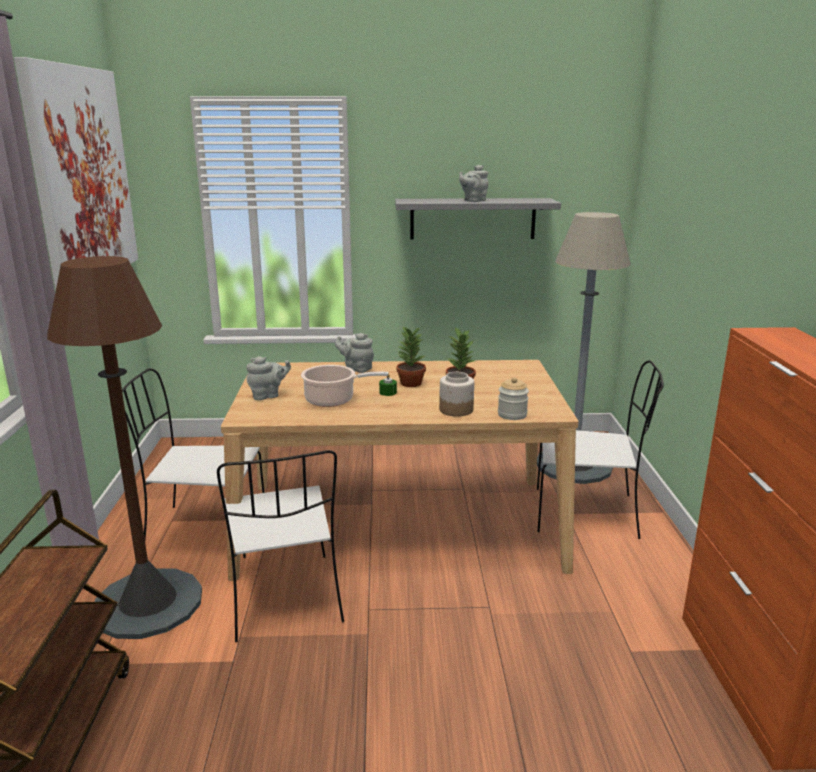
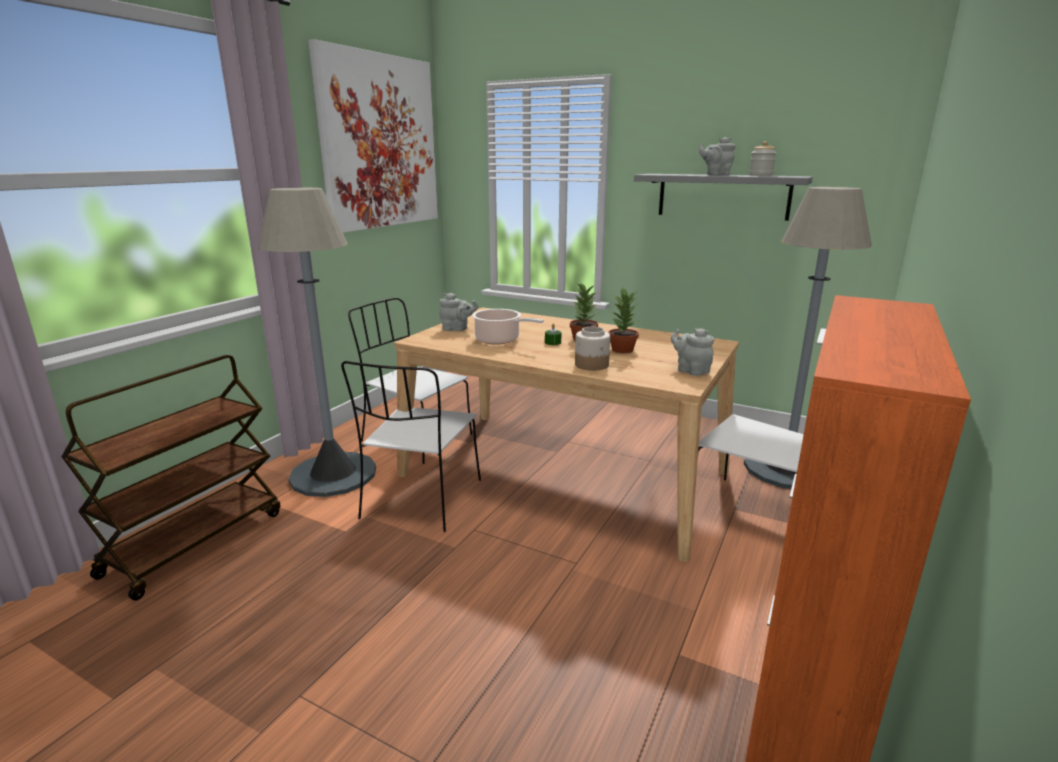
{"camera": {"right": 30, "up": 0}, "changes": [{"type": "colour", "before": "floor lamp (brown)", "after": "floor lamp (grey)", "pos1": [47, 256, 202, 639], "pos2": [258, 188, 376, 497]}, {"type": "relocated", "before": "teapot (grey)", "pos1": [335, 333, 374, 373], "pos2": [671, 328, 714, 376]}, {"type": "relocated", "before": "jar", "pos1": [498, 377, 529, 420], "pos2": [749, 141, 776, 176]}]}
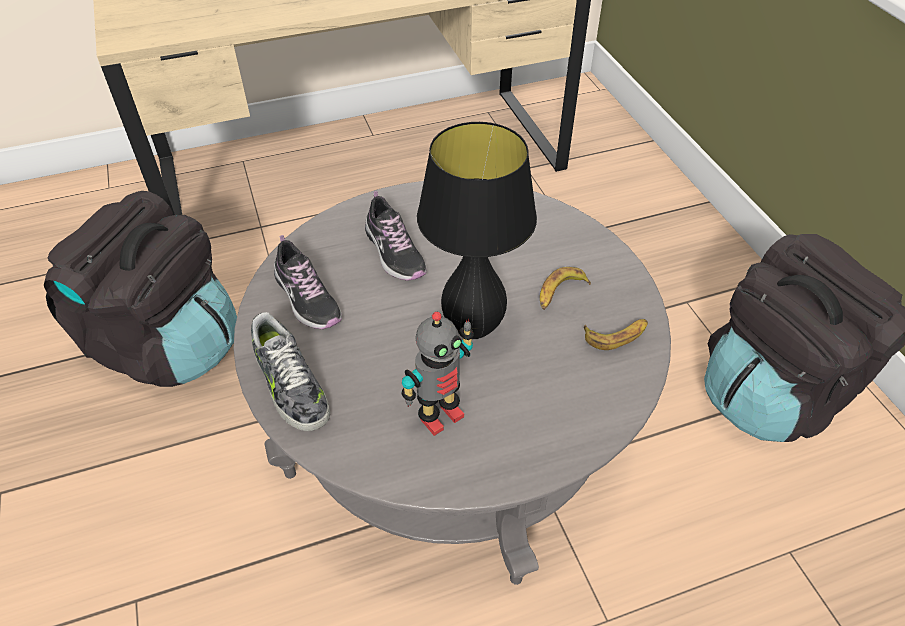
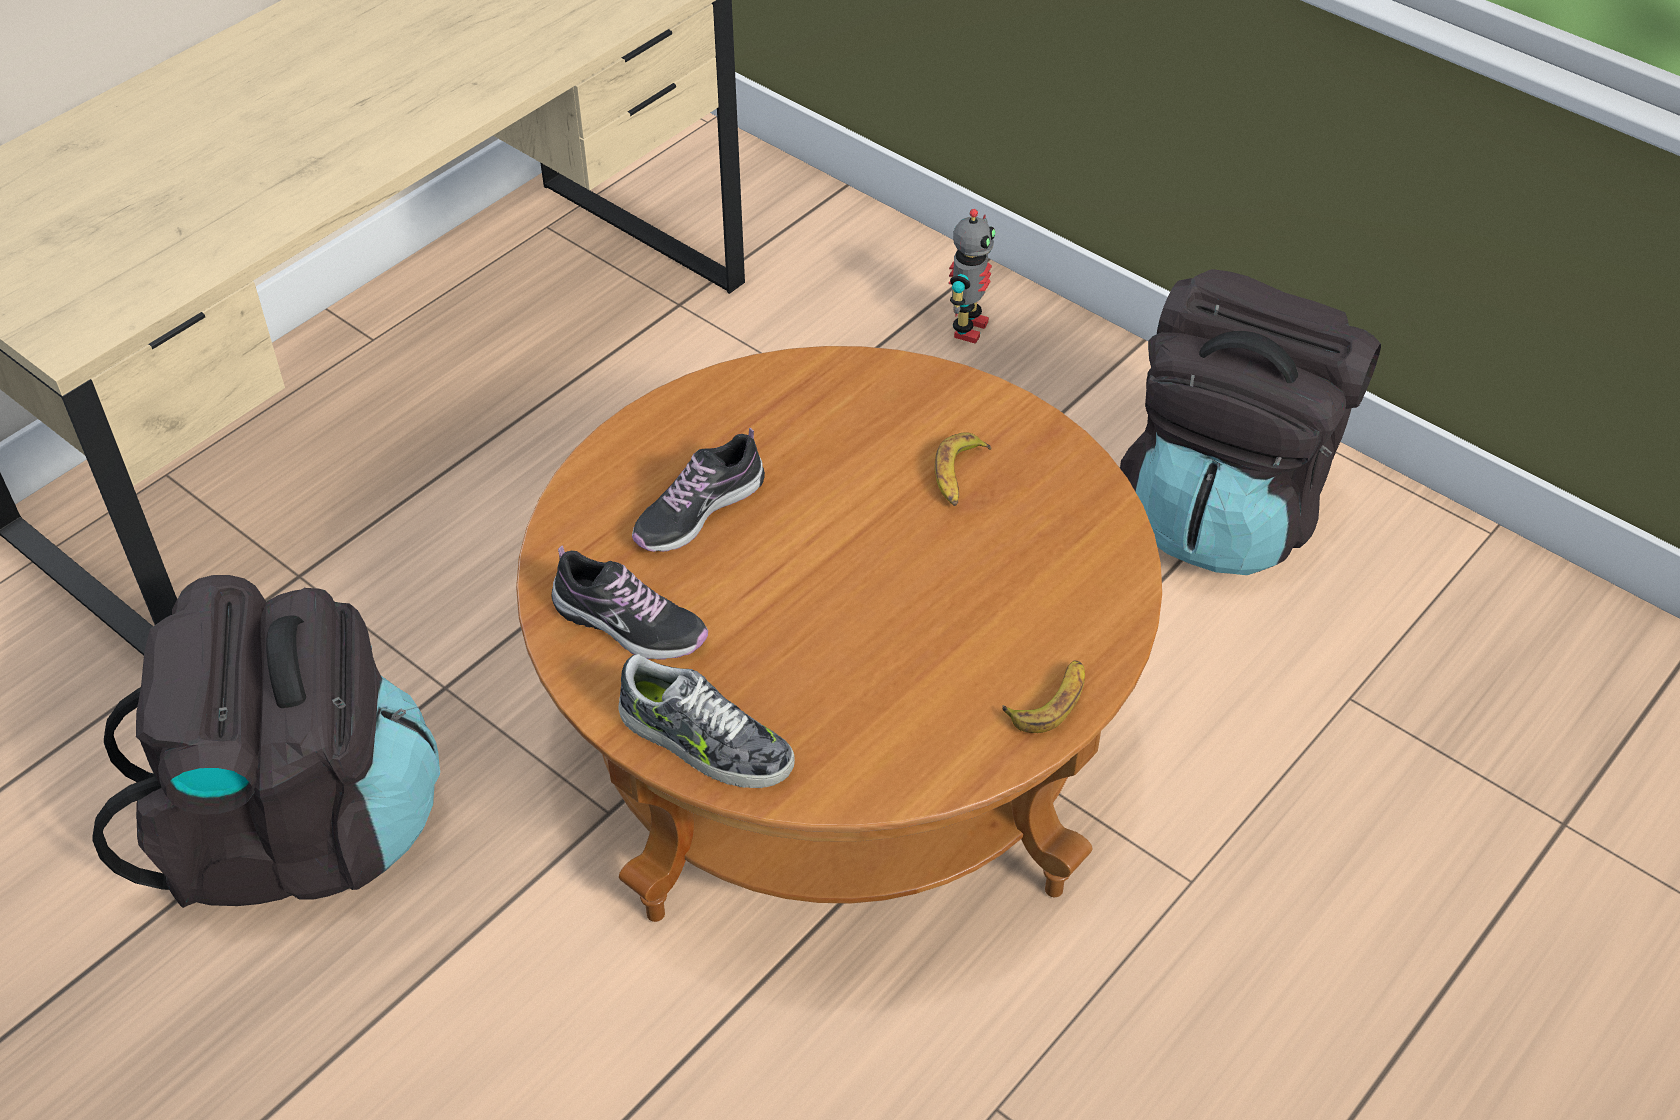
{"camera": {"right": -30, "up": 0}, "changes": [{"type": "missing", "before": "table lamp (black)", "pos1": [417, 122, 537, 339]}, {"type": "colour", "before": "coffee table (grey)", "after": "coffee table (brown)", "pos1": [233, 181, 671, 585], "pos2": [516, 346, 1162, 922]}, {"type": "spun", "before": "shoe", "pos1": [365, 191, 427, 281], "pos2": [632, 428, 765, 552], "turn": 105}, {"type": "relocated", "before": "toy robot", "pos1": [402, 312, 474, 436], "pos2": [949, 209, 996, 344]}, {"type": "relocated", "before": "banana", "pos1": [584, 319, 648, 350], "pos2": [1002, 660, 1085, 733]}]}
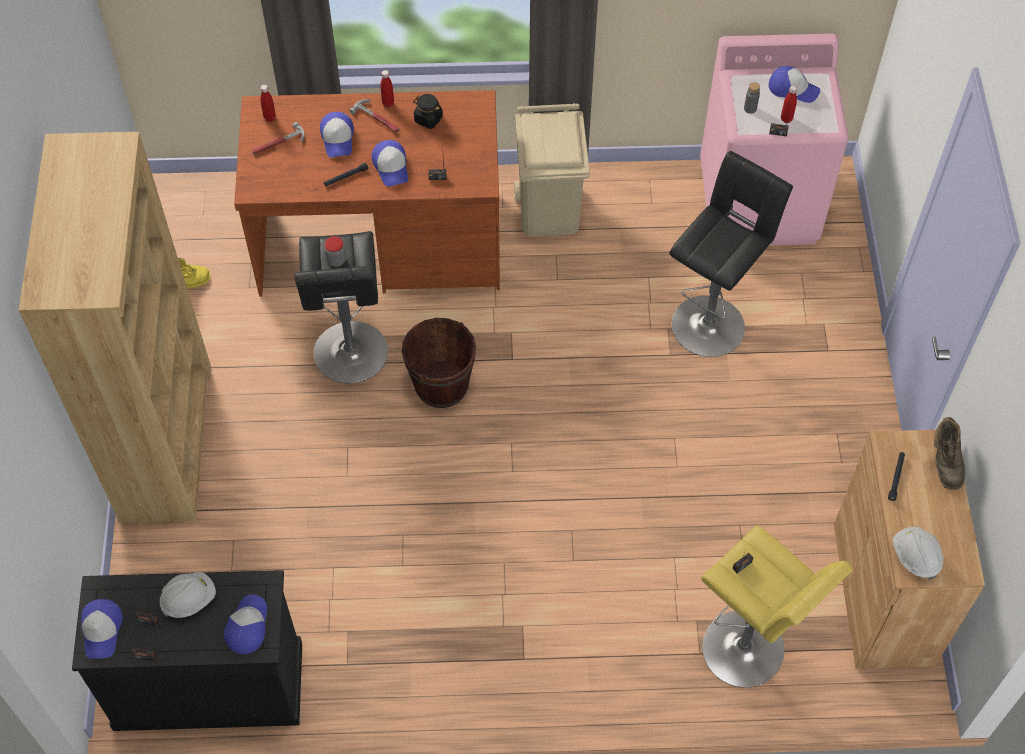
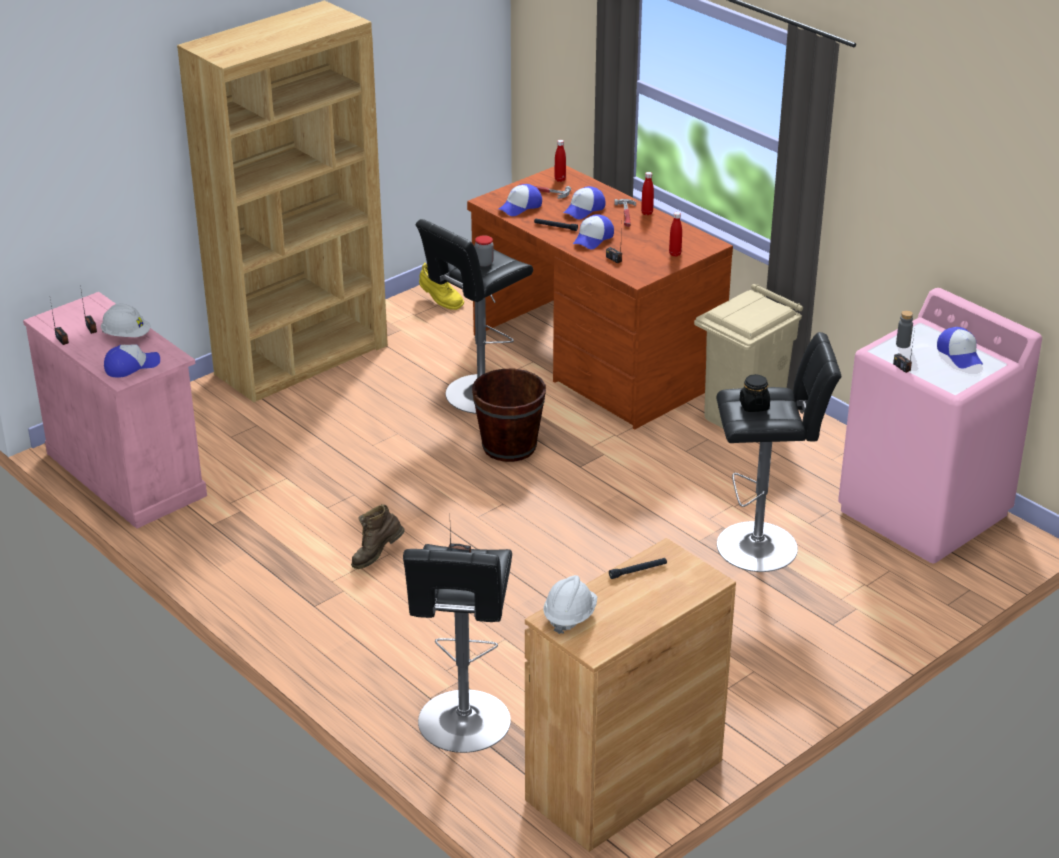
{"camera": {"right": 50, "up": -25}, "changes": [{"type": "relocated", "before": "bottle (red)", "pos1": [781, 85, 797, 123], "pos2": [669, 212, 682, 257]}, {"type": "relocated", "before": "jar (black)", "pos1": [413, 94, 443, 129], "pos2": [740, 374, 770, 412]}, {"type": "relocated", "before": "boot (brown)", "pos1": [934, 417, 965, 490], "pos2": [351, 504, 405, 569]}, {"type": "colour", "before": "stool (yellow)", "after": "stool (black)", "pos1": [701, 526, 853, 688], "pos2": [403, 544, 512, 753]}, {"type": "colour", "before": "cabinet (black)", "after": "cabinet (pink)", "pos1": [72, 570, 302, 731], "pos2": [23, 292, 207, 529]}, {"type": "relocated", "before": "cap", "pos1": [81, 599, 123, 659], "pos2": [499, 184, 542, 216]}]}
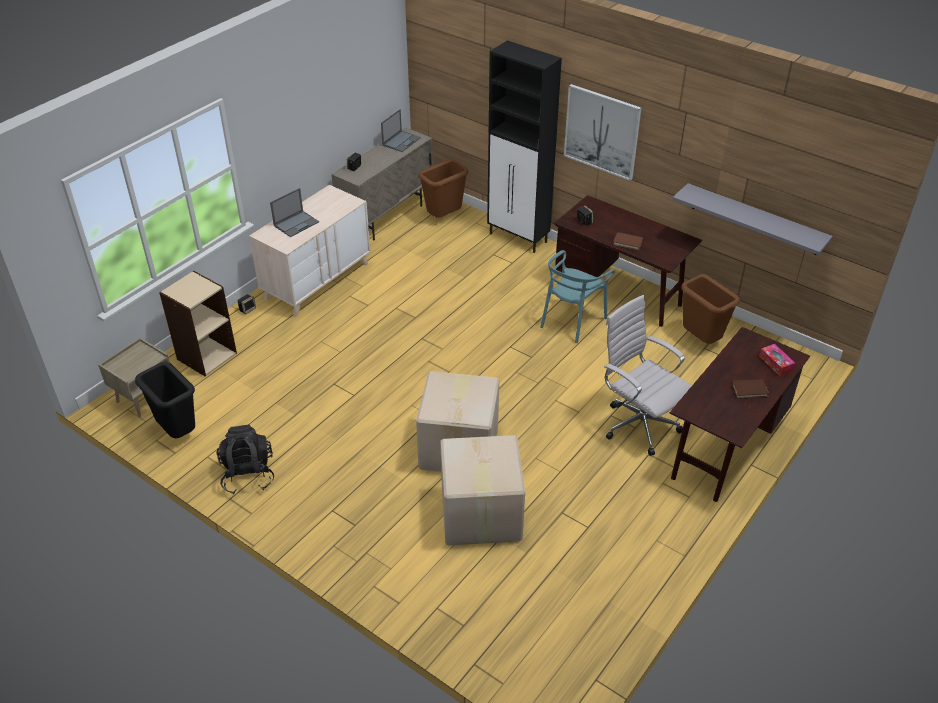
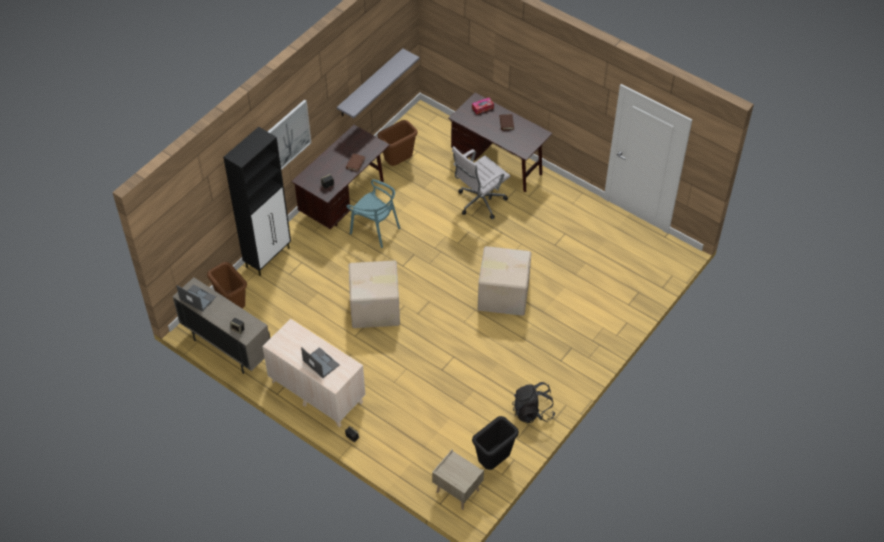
{"camera": {"right": -90, "up": 10}, "changes": [{"type": "missing", "before": "bookcase (beige)", "pos1": [159, 271, 237, 376]}, {"type": "relocated", "before": "cardboard box", "pos1": [441, 435, 525, 545], "pos2": [349, 260, 400, 328]}]}
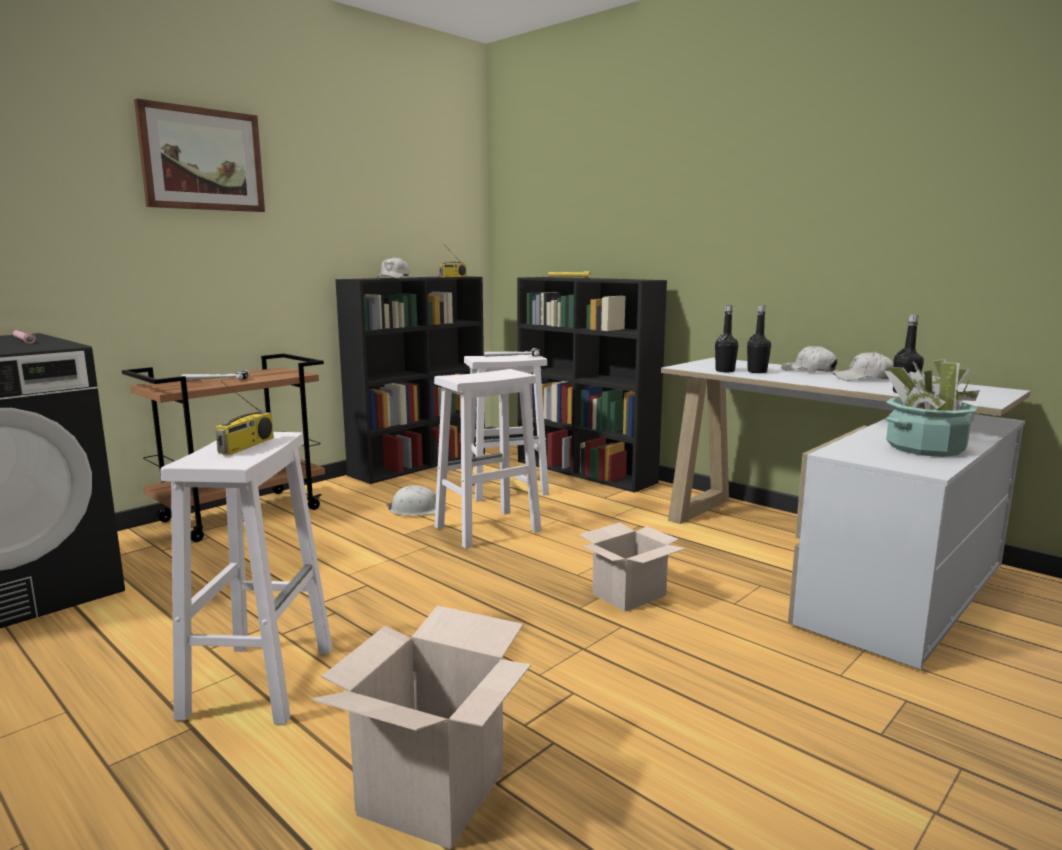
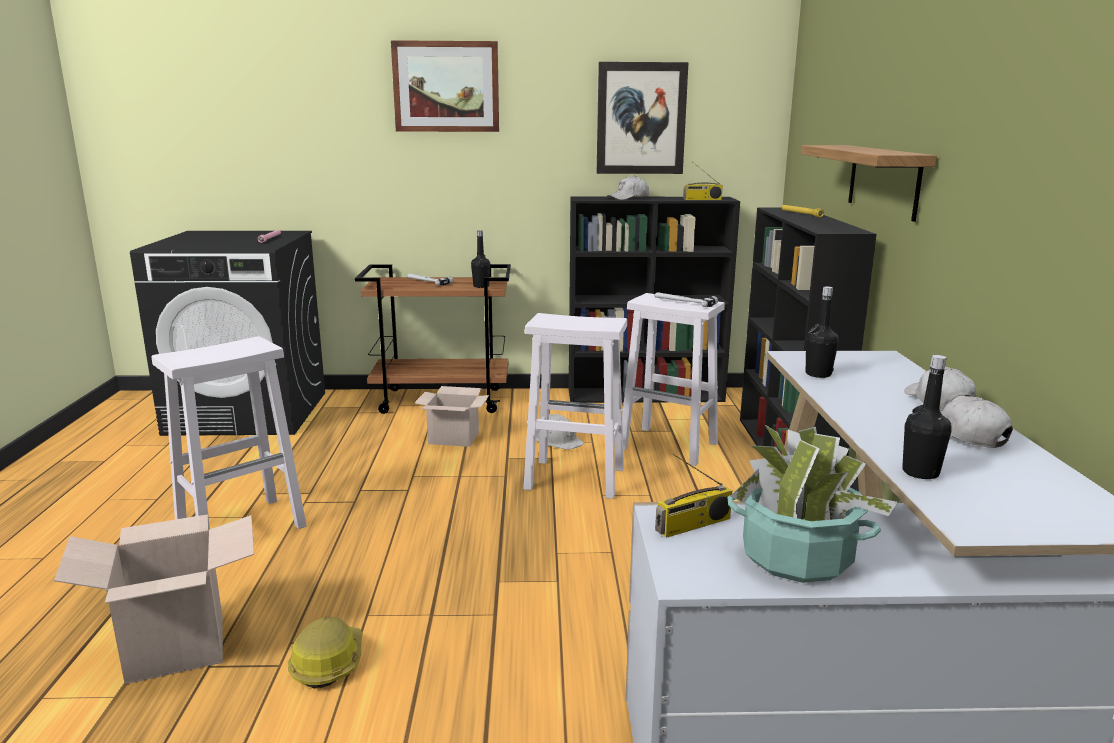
{"camera": {"right": 45, "up": 5}, "changes": [{"type": "relocated", "before": "bottle (black)", "pos1": [747, 305, 771, 373], "pos2": [471, 230, 490, 288]}, {"type": "relocated", "before": "radio", "pos1": [216, 381, 274, 455], "pos2": [655, 454, 732, 538]}, {"type": "relocated", "before": "cardboard box", "pos1": [579, 522, 686, 612], "pos2": [415, 386, 489, 447]}, {"type": "appeared", "after": "picture", "pos2": [597, 62, 689, 174]}, {"type": "appeared", "after": "shelf", "pos2": [801, 145, 937, 222]}, {"type": "appeared", "after": "hard hat", "pos2": [288, 616, 363, 688]}]}
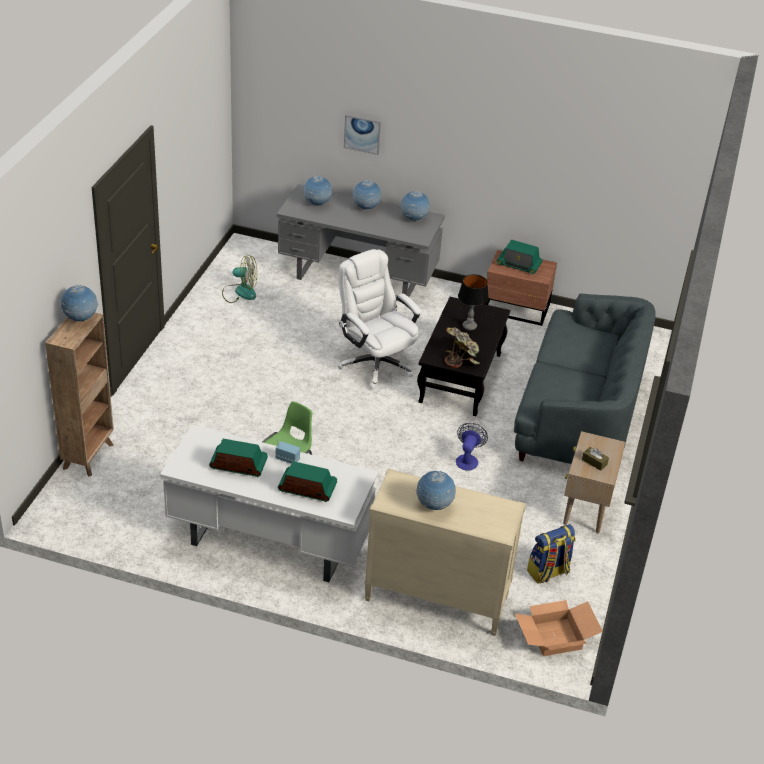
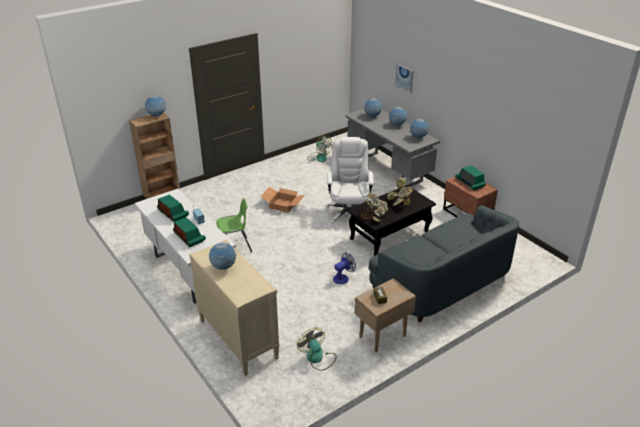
{"camera": {"right": 40, "up": -5}, "changes": [{"type": "exchanged", "before": "table lamp", "after": "potted plant", "pos1": [458, 274, 489, 330], "pos2": [387, 178, 413, 206]}, {"type": "exchanged", "before": "backpack", "after": "fan", "pos1": [527, 525, 575, 584], "pos2": [297, 328, 337, 371]}, {"type": "relocated", "before": "cardboard box", "pos1": [515, 600, 603, 656], "pos2": [260, 187, 305, 213]}]}
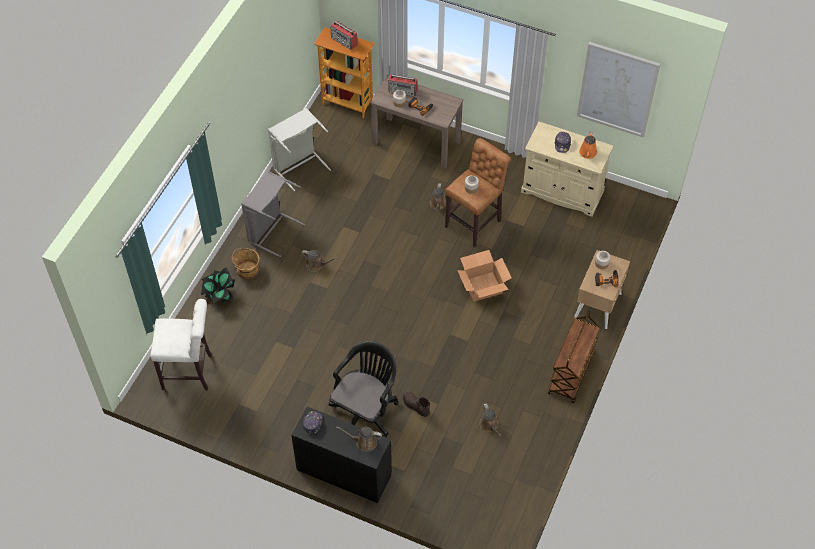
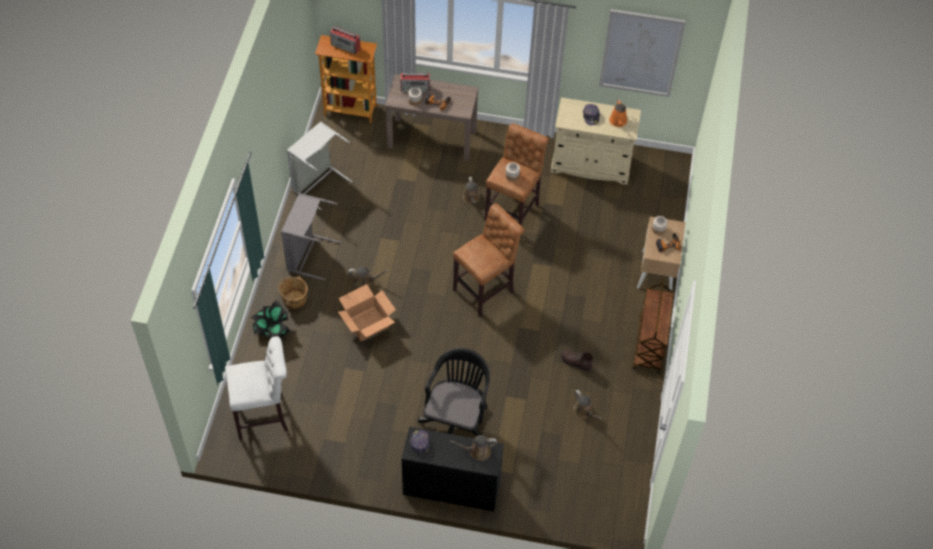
{"camera": {"right": -15, "up": 0}, "changes": [{"type": "relocated", "before": "cardboard box", "pos1": [457, 250, 512, 302], "pos2": [338, 284, 396, 341]}, {"type": "relocated", "before": "boot (brown)", "pos1": [403, 392, 430, 417], "pos2": [561, 350, 593, 372]}, {"type": "appeared", "after": "stool (brown)", "pos2": [453, 203, 525, 317]}]}
